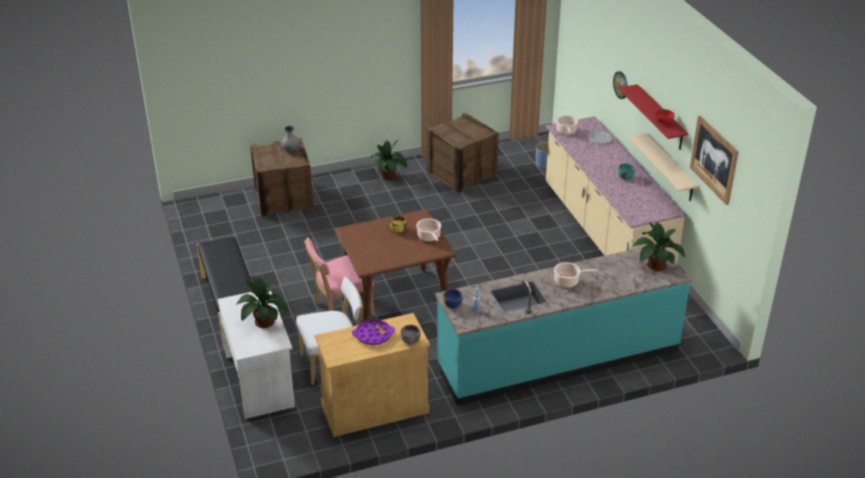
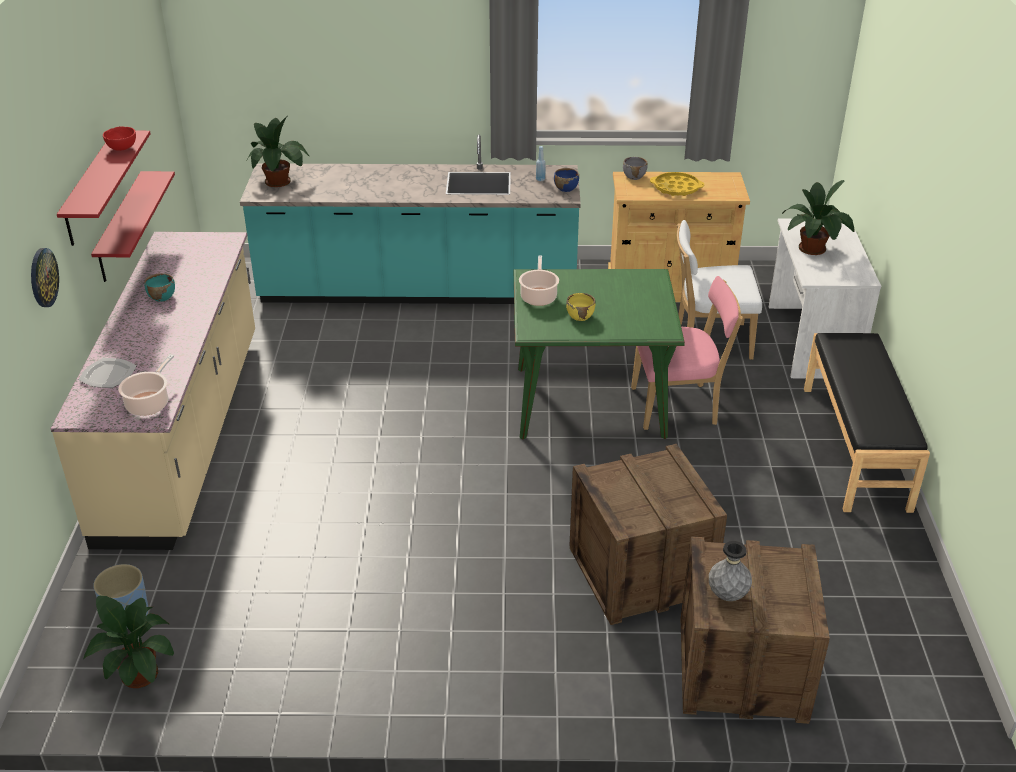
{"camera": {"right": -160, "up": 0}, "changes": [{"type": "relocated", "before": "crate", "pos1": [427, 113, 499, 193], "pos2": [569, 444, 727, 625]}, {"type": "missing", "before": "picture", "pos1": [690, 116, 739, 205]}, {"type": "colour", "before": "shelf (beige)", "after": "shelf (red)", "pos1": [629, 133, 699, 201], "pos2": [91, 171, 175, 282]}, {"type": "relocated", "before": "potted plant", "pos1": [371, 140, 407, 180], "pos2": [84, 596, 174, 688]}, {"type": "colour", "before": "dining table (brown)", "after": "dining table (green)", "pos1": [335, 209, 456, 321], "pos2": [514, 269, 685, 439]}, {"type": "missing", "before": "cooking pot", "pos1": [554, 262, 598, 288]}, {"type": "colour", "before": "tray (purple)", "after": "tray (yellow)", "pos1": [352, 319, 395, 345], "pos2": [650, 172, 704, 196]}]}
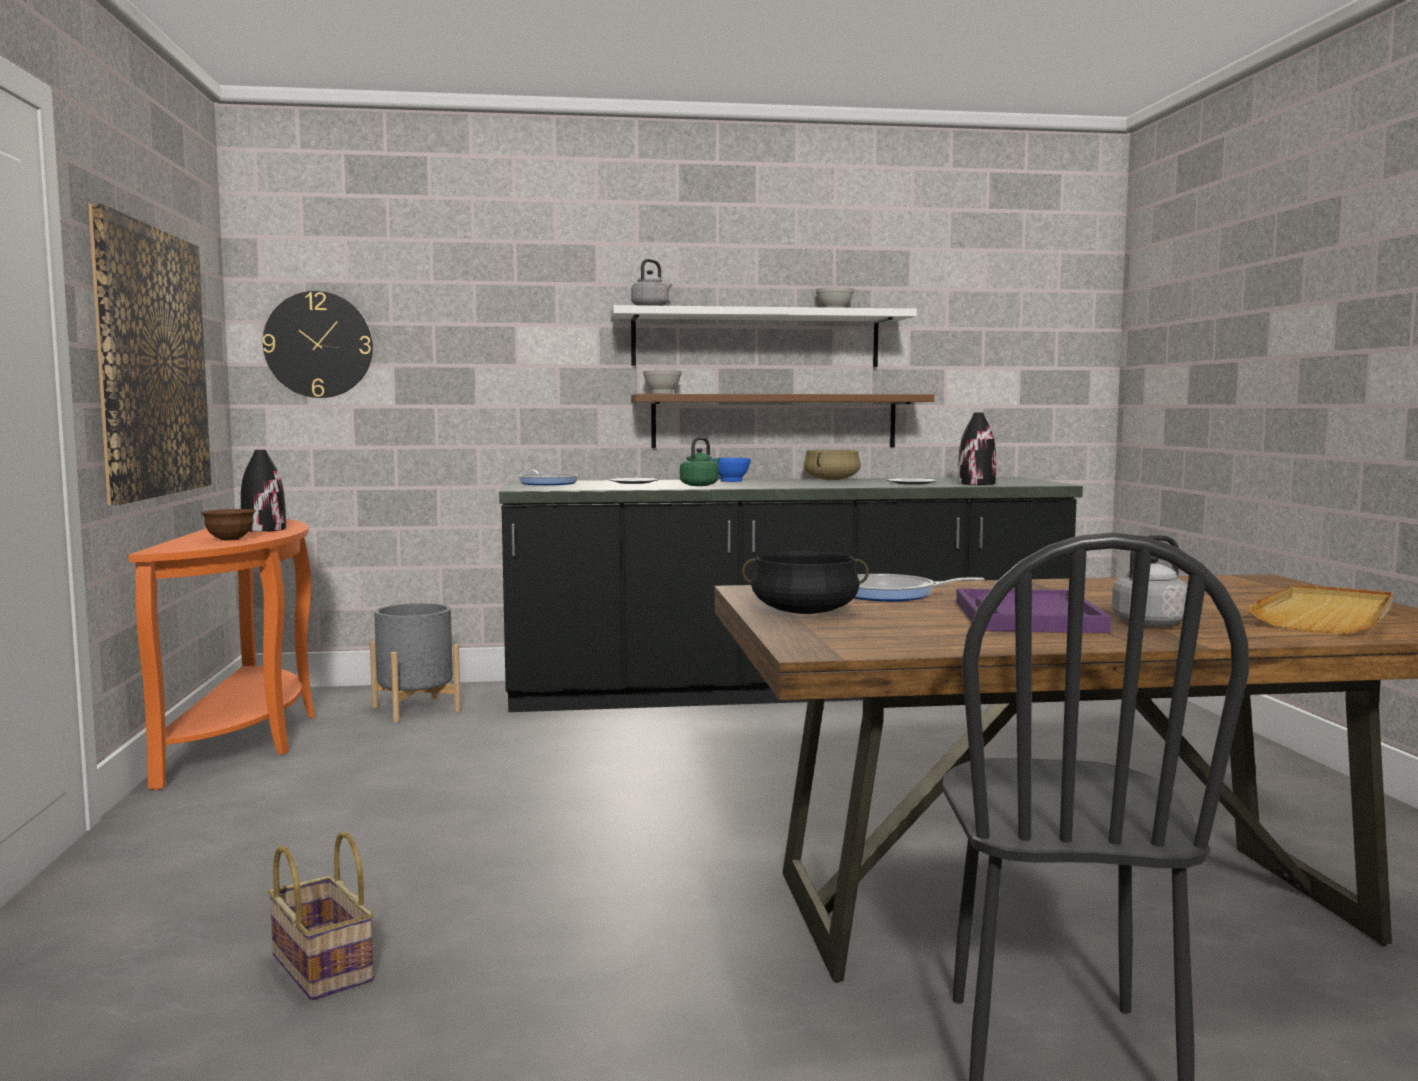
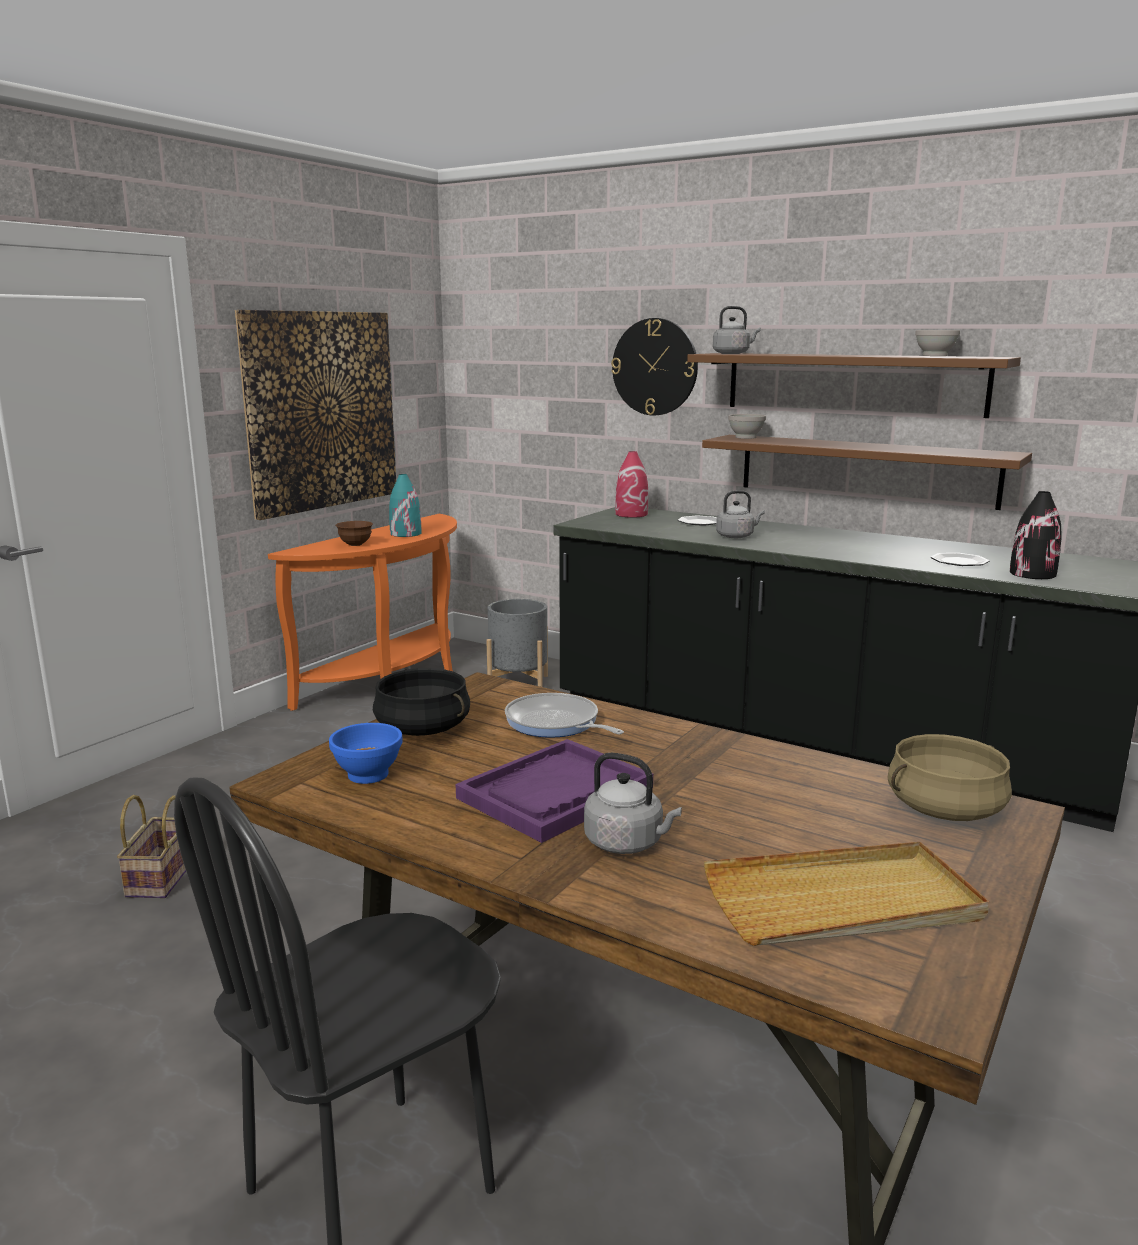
{"camera": {"right": 40, "up": 10}, "changes": [{"type": "relocated", "before": "wall clock", "pos1": [263, 291, 373, 398], "pos2": [611, 318, 698, 416]}, {"type": "colour", "before": "shelf (white)", "after": "shelf (brown)", "pos1": [611, 305, 917, 367], "pos2": [687, 353, 1021, 418]}, {"type": "colour", "before": "kettle (green)", "after": "kettle (grey)", "pos1": [680, 437, 720, 486], "pos2": [716, 491, 765, 538]}, {"type": "colour", "before": "vase (black)", "after": "vase (turquoise)", "pos1": [241, 450, 286, 532], "pos2": [389, 474, 421, 537]}, {"type": "relocated", "before": "cooking pot (beige)", "pos1": [803, 450, 861, 480], "pos2": [888, 734, 1012, 821]}, {"type": "relocated", "before": "bowl (blue)", "pos1": [712, 458, 751, 482], "pos2": [329, 723, 403, 784]}, {"type": "exchanged", "before": "frying pan", "after": "vase (red)", "pos1": [519, 470, 578, 485], "pos2": [615, 451, 648, 518]}]}
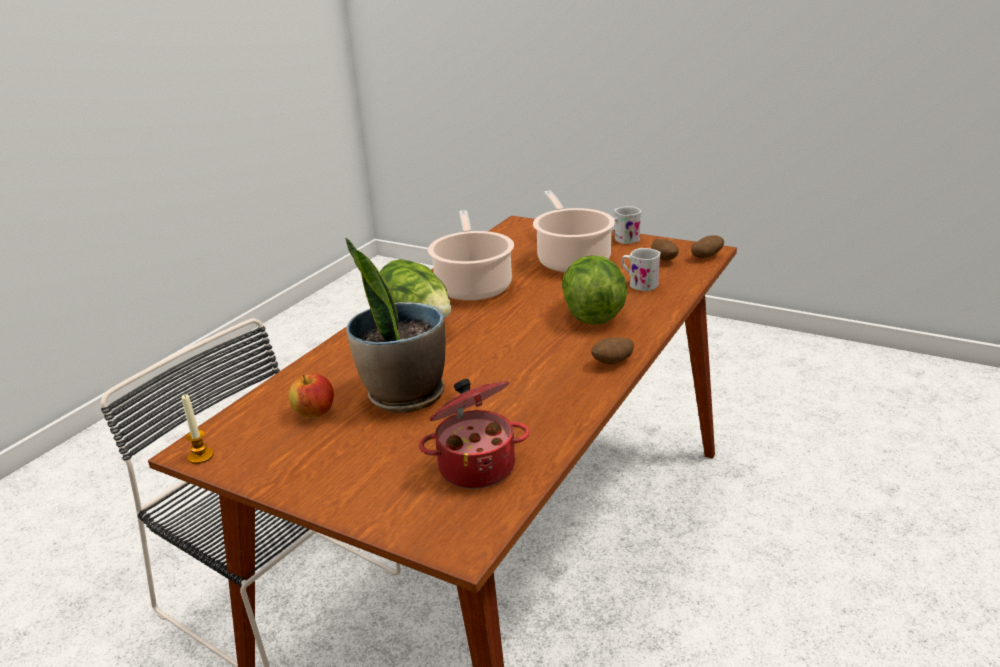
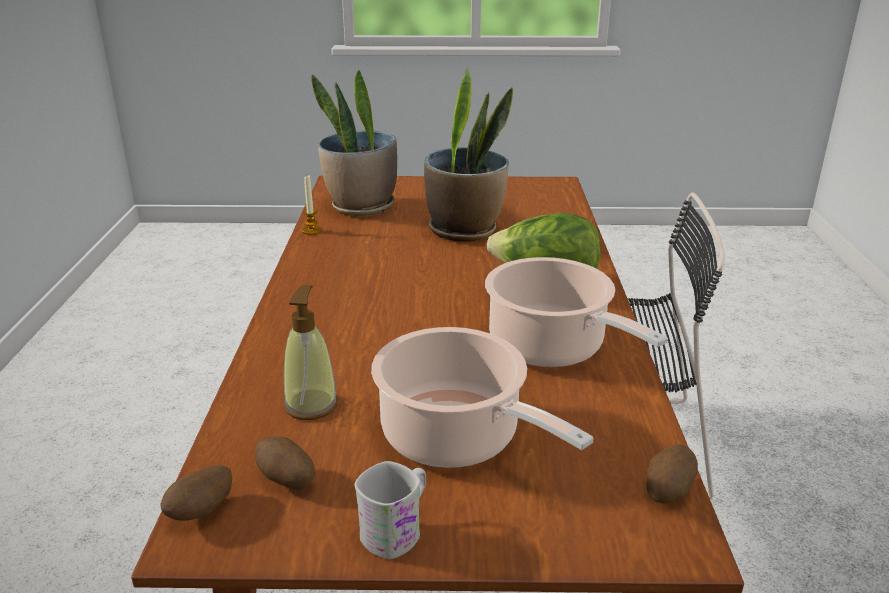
{"camera": {"right": 150, "up": 0}, "changes": [{"type": "exchanged", "before": "mug (white)", "after": "soap dispenser", "pos1": [622, 248, 661, 291], "pos2": [284, 285, 338, 420]}, {"type": "missing", "before": "lettuce", "pos1": [562, 255, 627, 325]}, {"type": "relocated", "before": "potato", "pos1": [591, 337, 634, 364], "pos2": [646, 444, 698, 503]}, {"type": "missing", "before": "apple", "pos1": [289, 374, 334, 418]}, {"type": "exchanged", "before": "cooking pot", "after": "potted plant", "pos1": [419, 379, 530, 489], "pos2": [311, 70, 397, 216]}, {"type": "relocated", "before": "candle", "pos1": [181, 394, 214, 464], "pos2": [302, 176, 322, 235]}]}
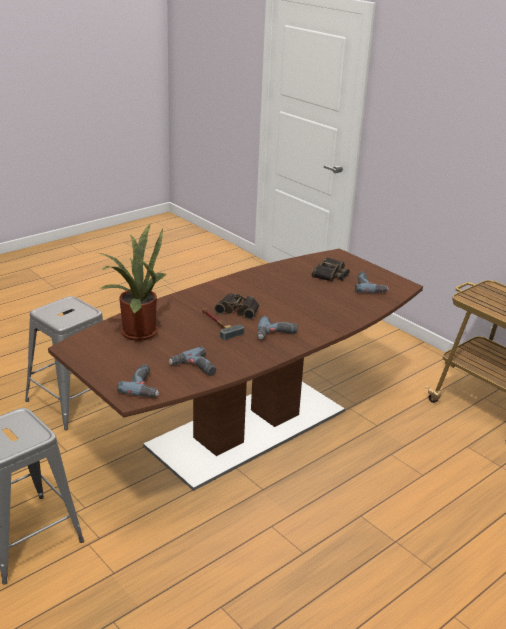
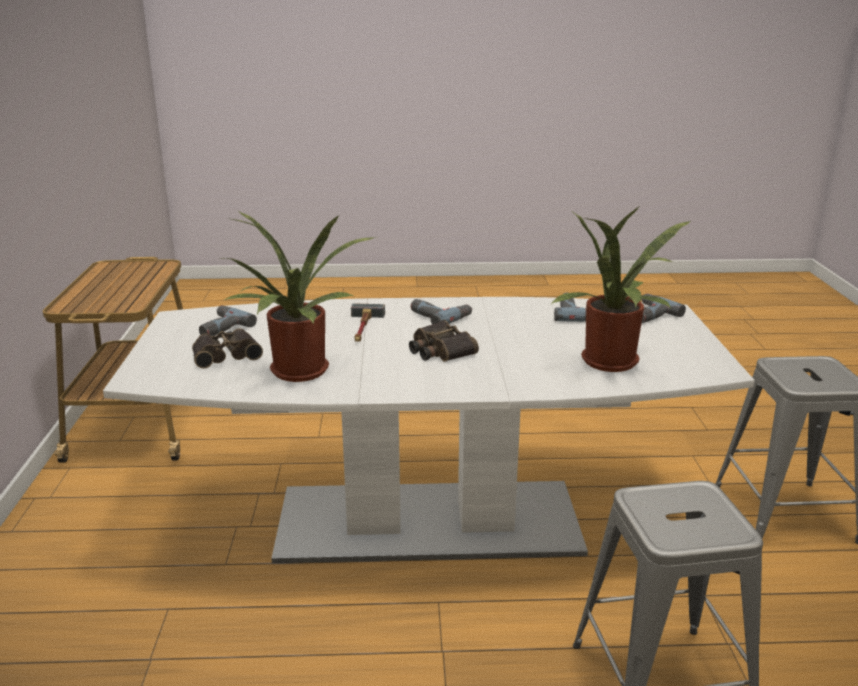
{"camera": {"right": -140, "up": -5}, "changes": [{"type": "colour", "before": "dining table (brown)", "after": "dining table (white)", "pos1": [48, 249, 423, 491], "pos2": [103, 297, 754, 563]}, {"type": "relocated", "before": "hammer", "pos1": [202, 308, 244, 340], "pos2": [351, 303, 385, 342]}, {"type": "appeared", "after": "potted plant", "pos2": [219, 210, 377, 382]}]}
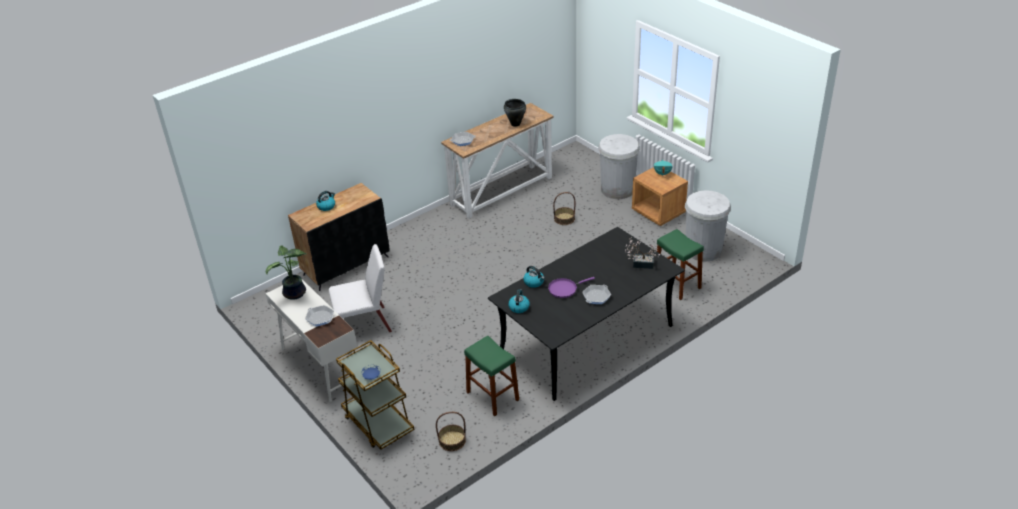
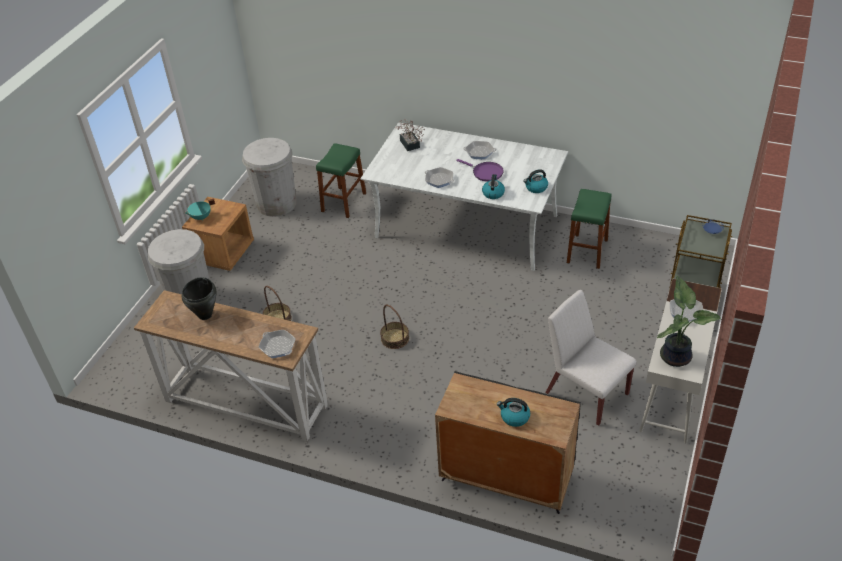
{"camera": {"right": -120, "up": 5}, "changes": [{"type": "colour", "before": "dining table (black)", "after": "dining table (white)", "pos1": [488, 227, 685, 401], "pos2": [361, 122, 568, 271]}, {"type": "relocated", "before": "basket", "pos1": [436, 412, 466, 451], "pos2": [380, 305, 409, 349]}, {"type": "appeared", "after": "frying pan", "pos2": [425, 167, 454, 188]}]}
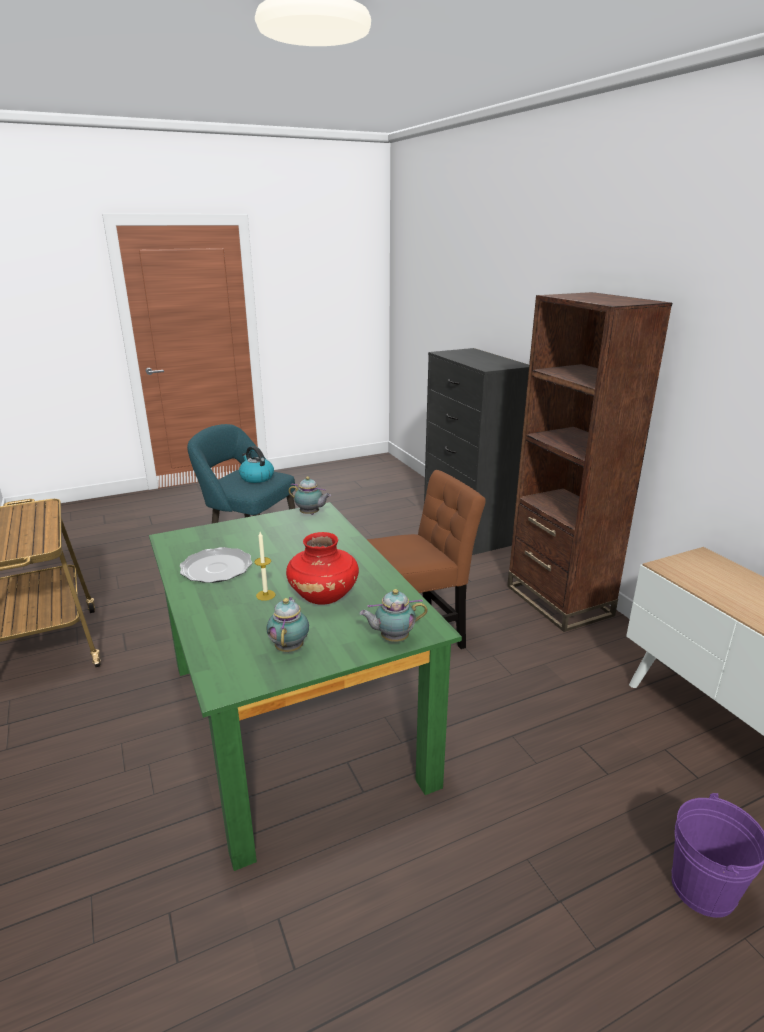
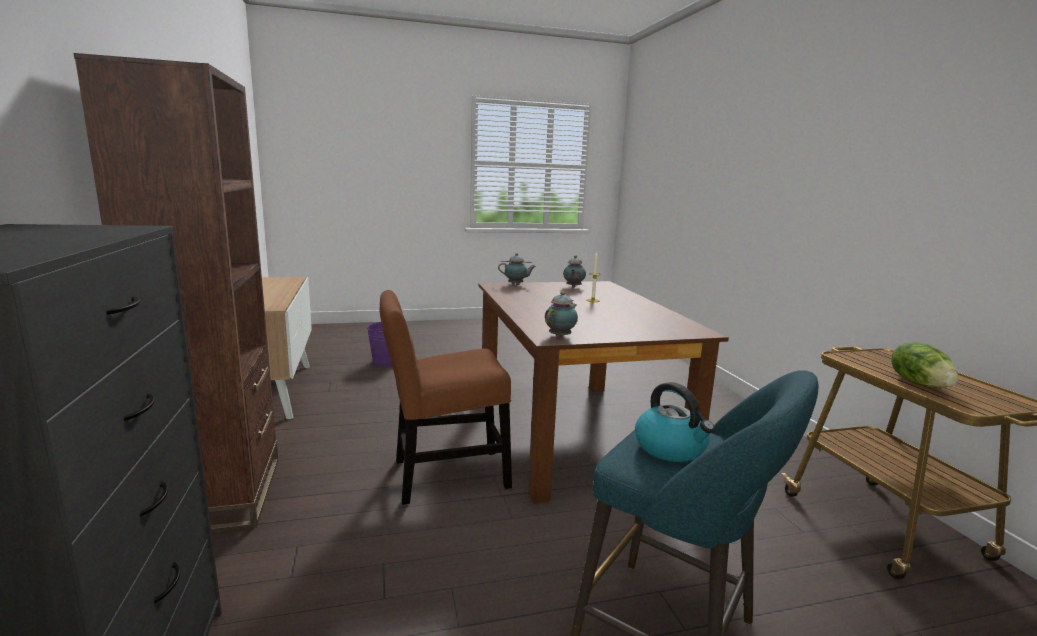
{"camera": {"right": -170, "up": -10}, "changes": [{"type": "spun", "before": "teapot", "pos1": [289, 476, 331, 515], "pos2": [545, 291, 578, 338], "turn": 90}, {"type": "colour", "before": "dining table (green)", "after": "dining table (brown)", "pos1": [149, 502, 462, 871], "pos2": [478, 281, 729, 504]}, {"type": "missing", "before": "vase (red)", "pos1": [286, 532, 359, 605]}, {"type": "missing", "before": "plate", "pos1": [180, 547, 253, 583]}, {"type": "appeared", "after": "lettuce", "pos2": [891, 342, 958, 387]}]}
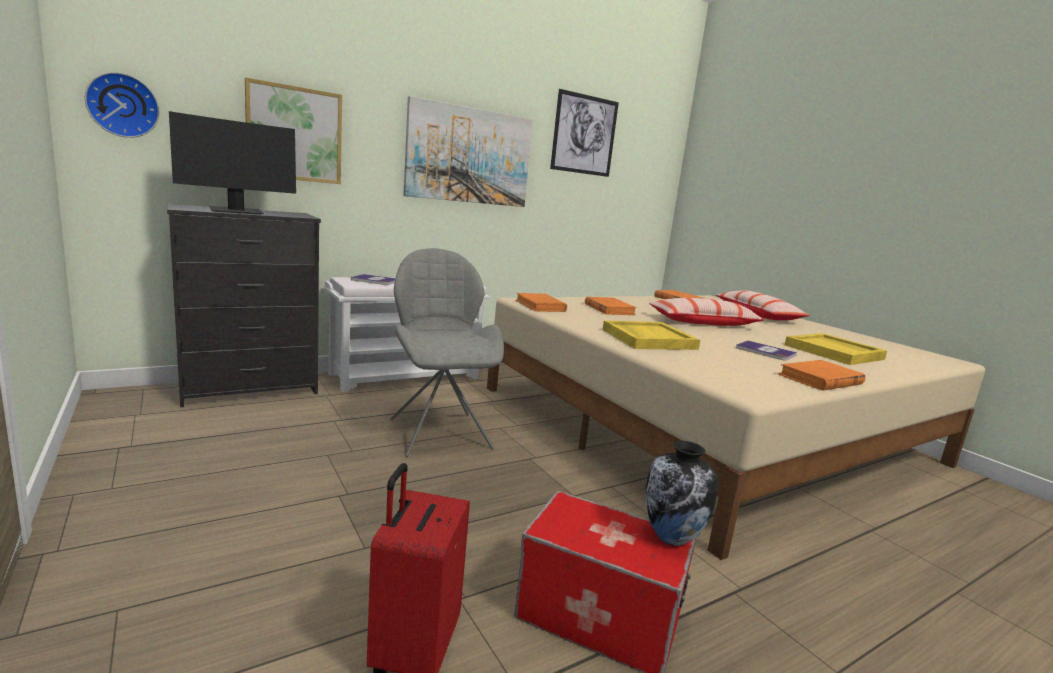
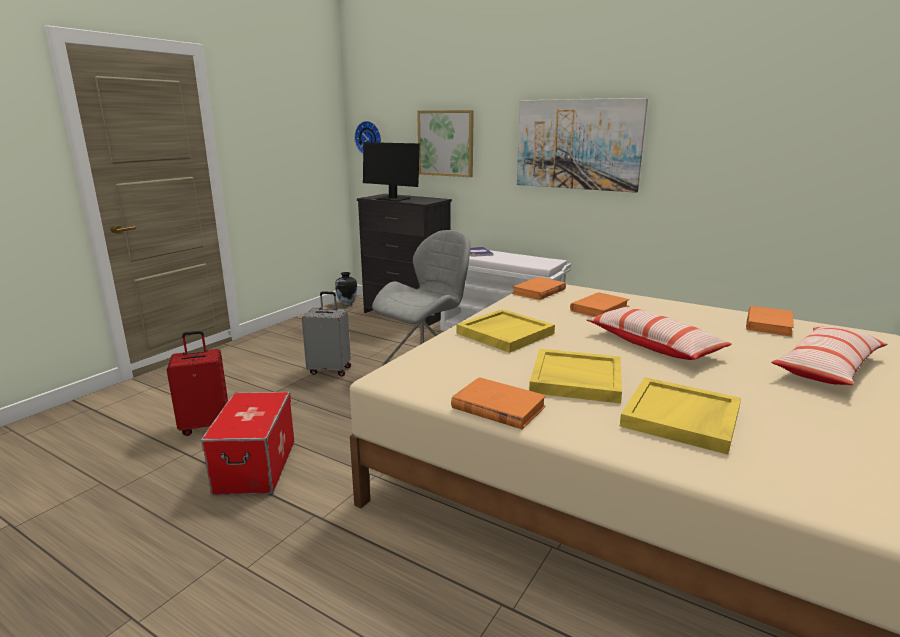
{"camera": {"right": 65, "up": 5}, "changes": [{"type": "missing", "before": "picture", "pos1": [550, 89, 619, 177]}, {"type": "exchanged", "before": "book", "after": "tray (yellow)", "pos1": [736, 340, 797, 361], "pos2": [529, 349, 622, 404]}, {"type": "relocated", "before": "vase", "pos1": [646, 441, 719, 546], "pos2": [335, 272, 357, 305]}, {"type": "appeared", "after": "suitcase (grey)", "pos2": [302, 291, 351, 376]}]}
